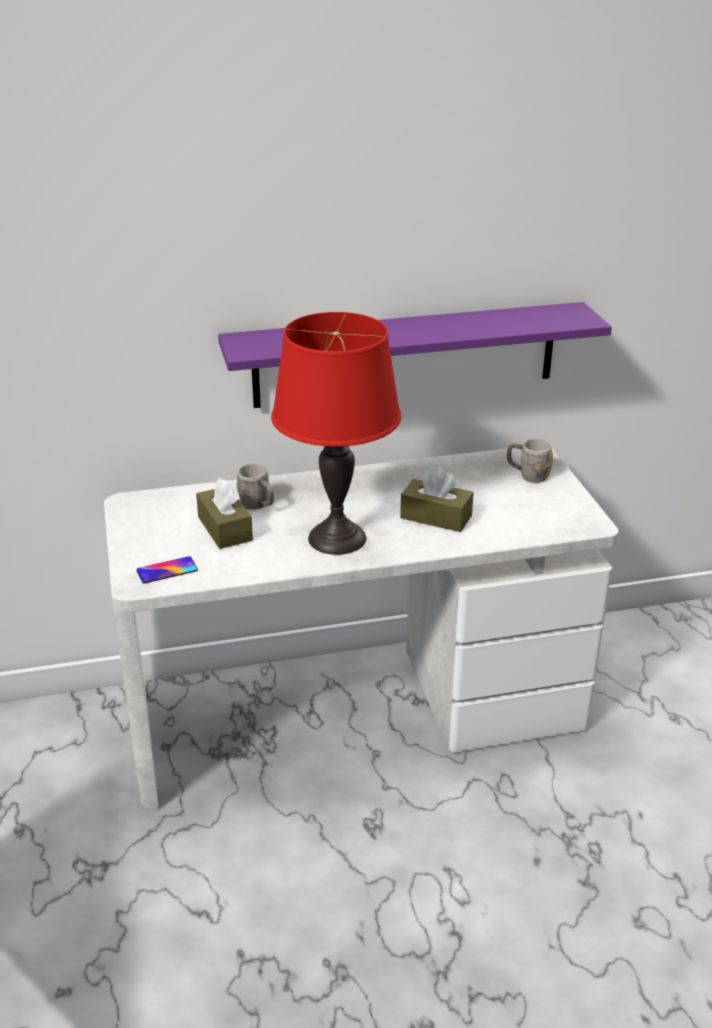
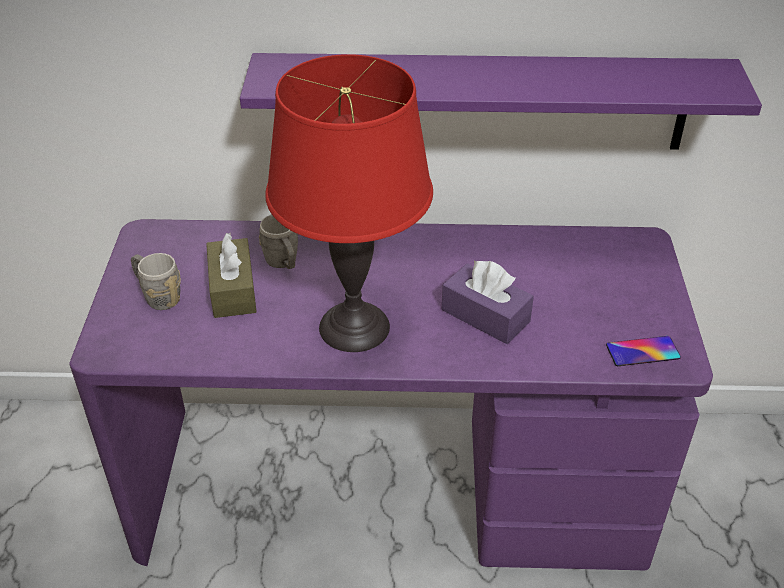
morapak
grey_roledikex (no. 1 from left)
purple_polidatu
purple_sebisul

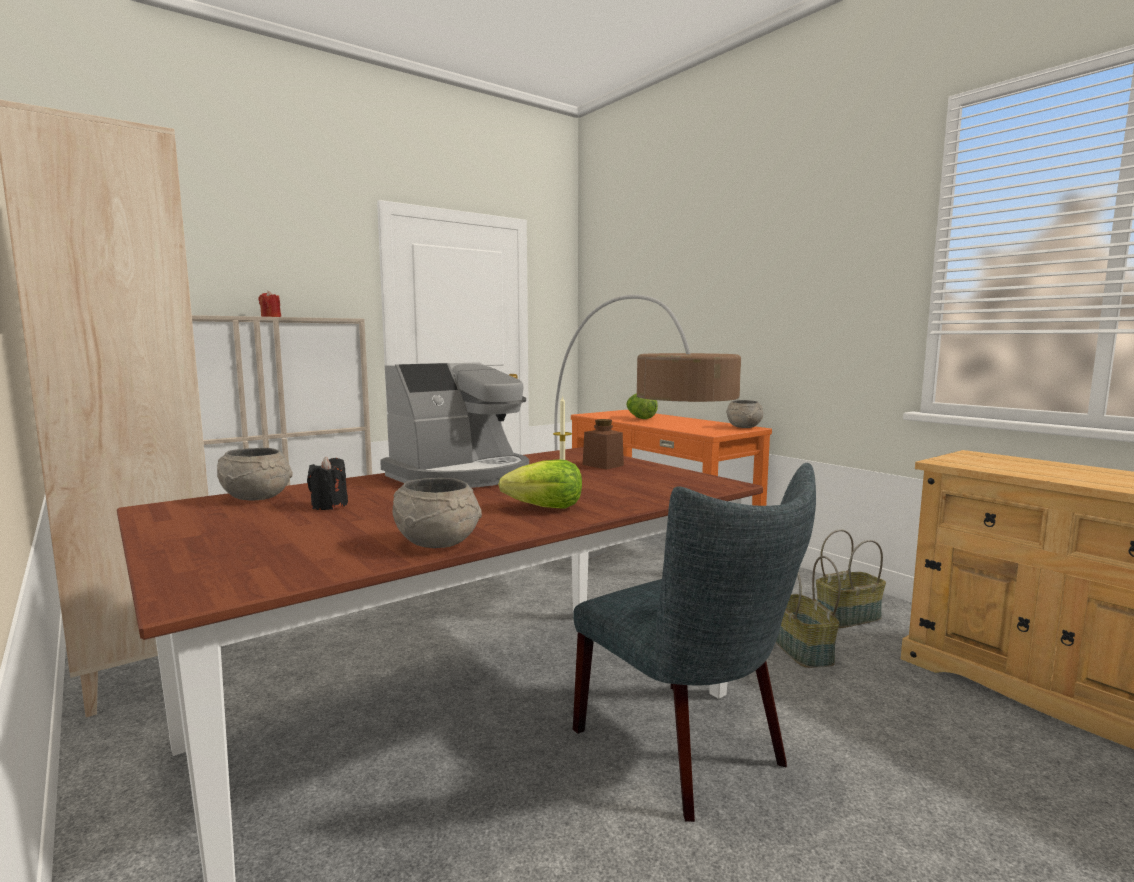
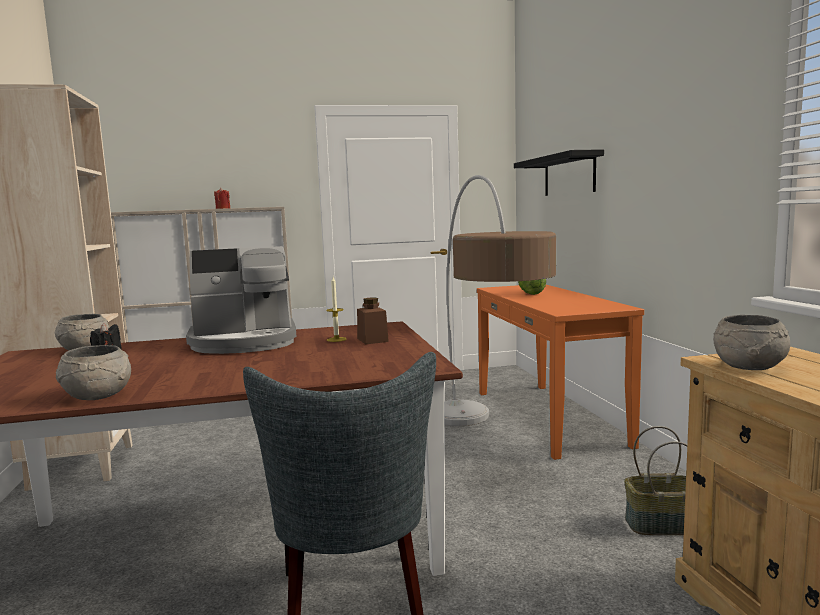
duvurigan (no. 1 from left in the first image)
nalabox (no. 1 from left in the first image)
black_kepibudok
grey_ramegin (no. 3 from left)

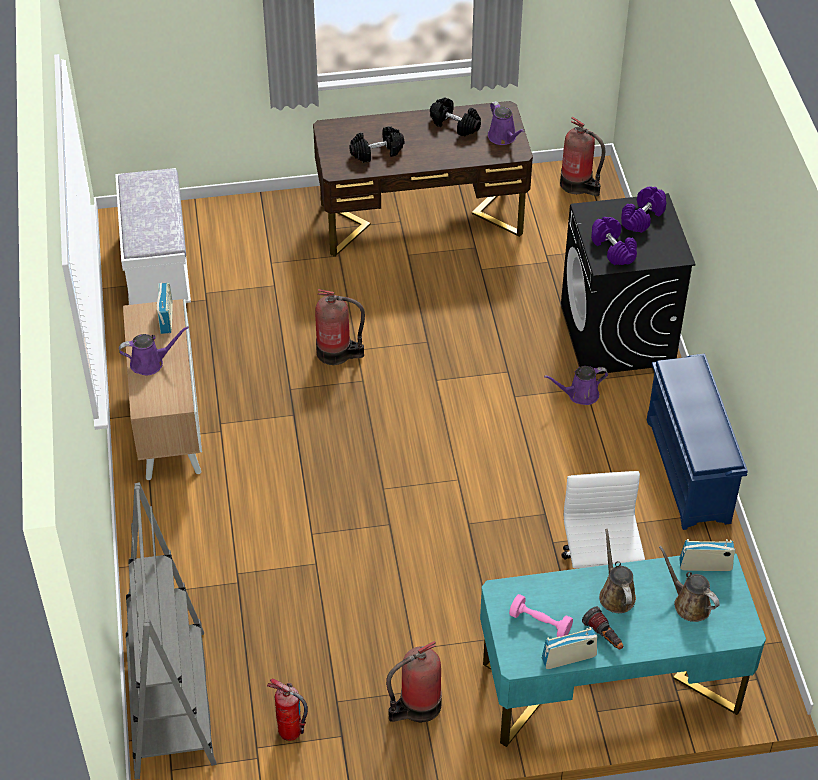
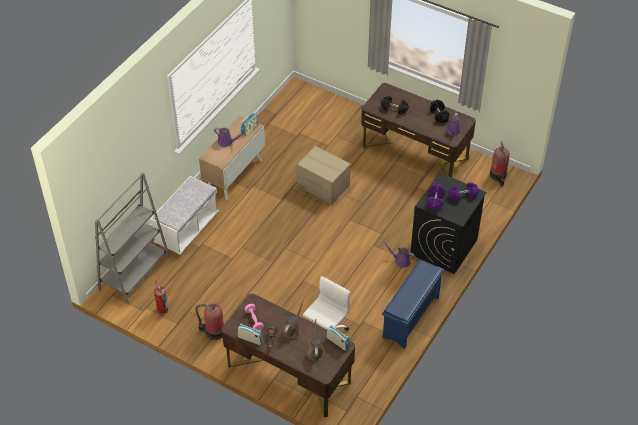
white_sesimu
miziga
brown_polidatu (no. 1 from left)

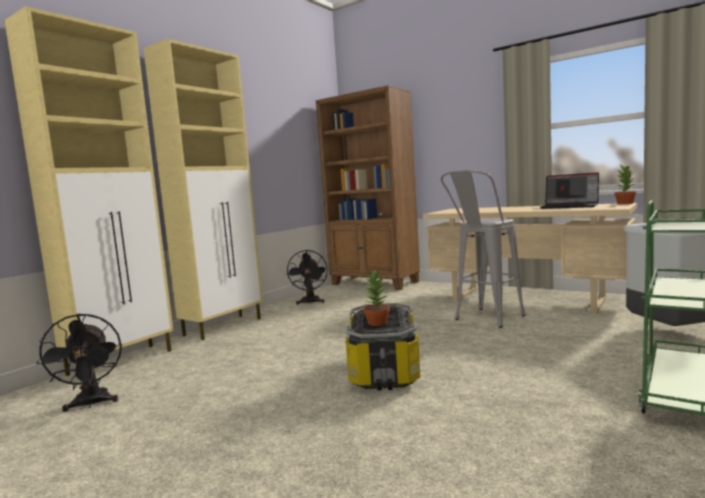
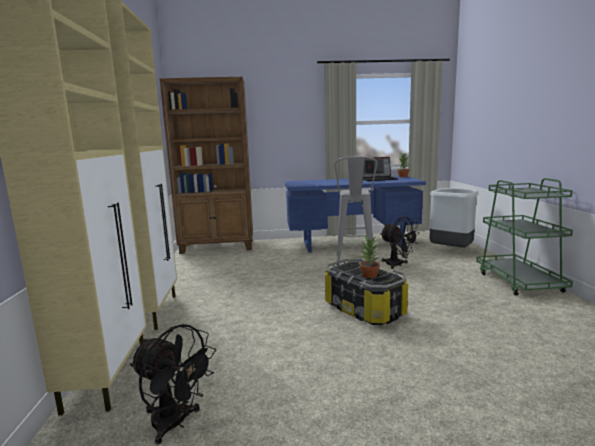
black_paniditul (no. 2 from left)
blue_polidatu

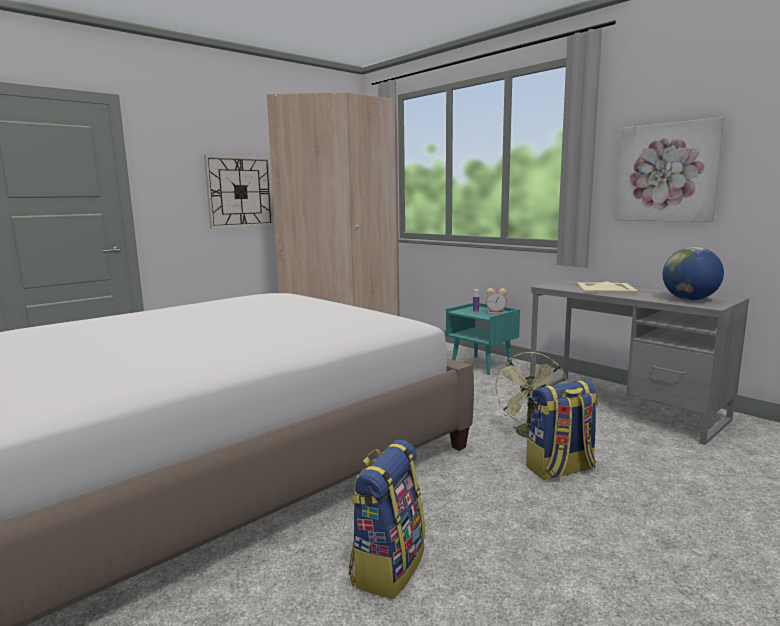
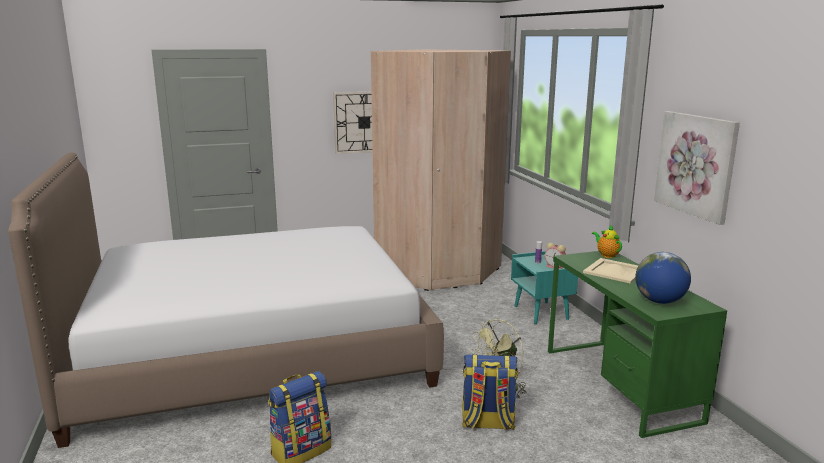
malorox
green_polidatu

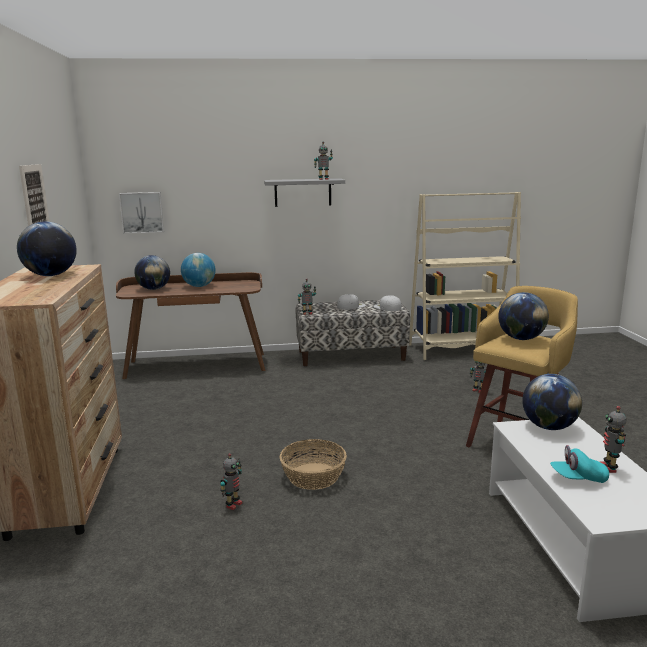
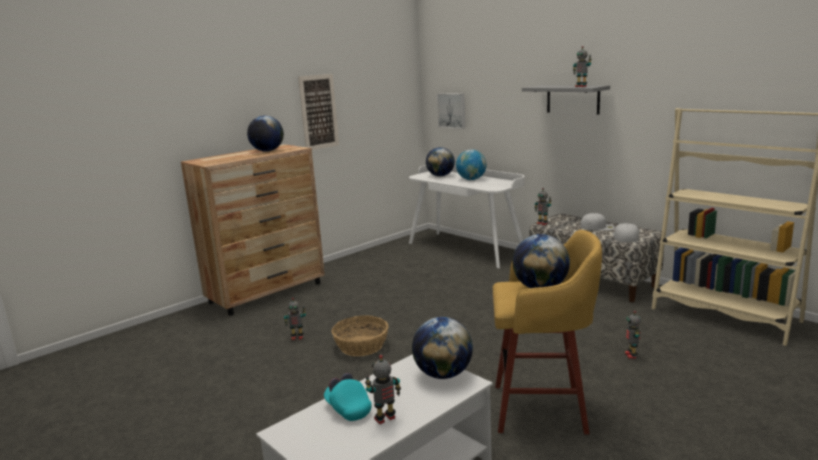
white_polidatu

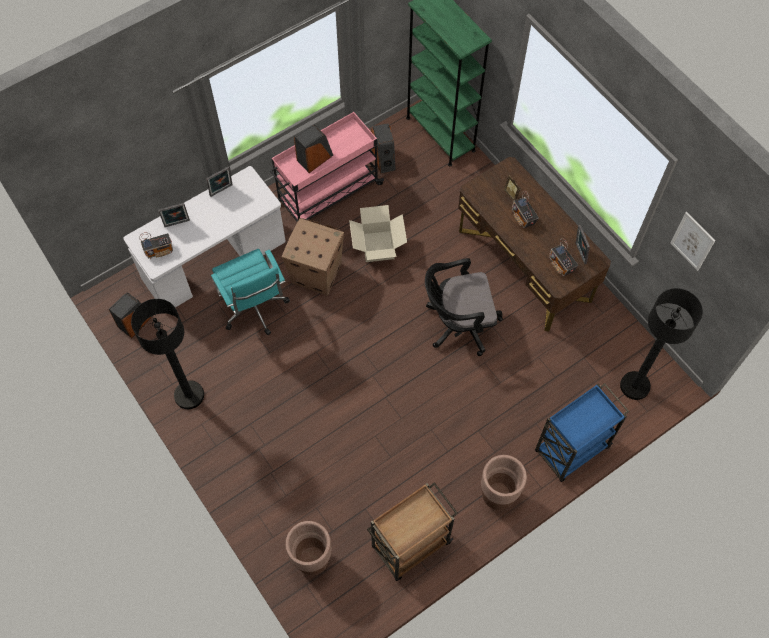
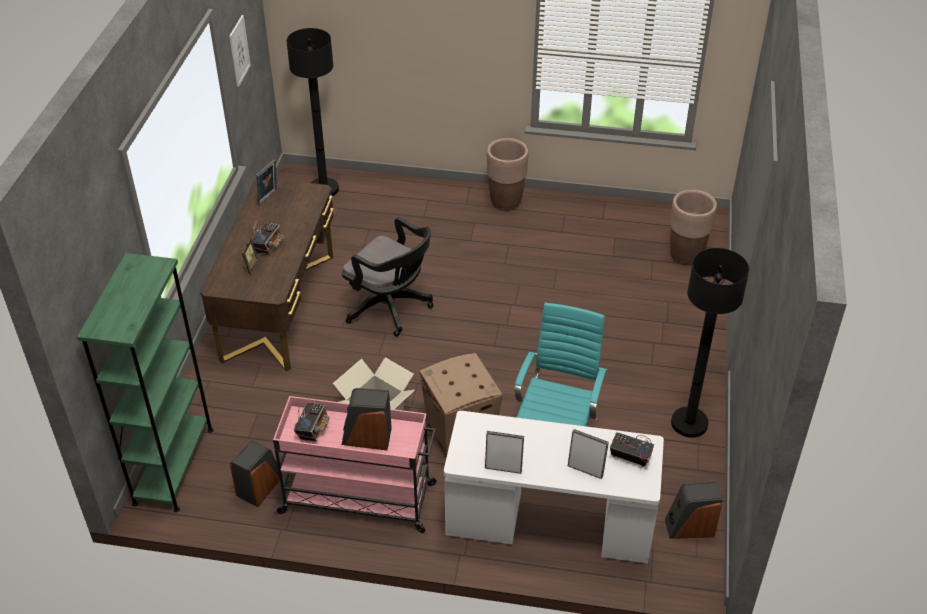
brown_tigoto
blue_tigoto
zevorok (no. 2 from left)

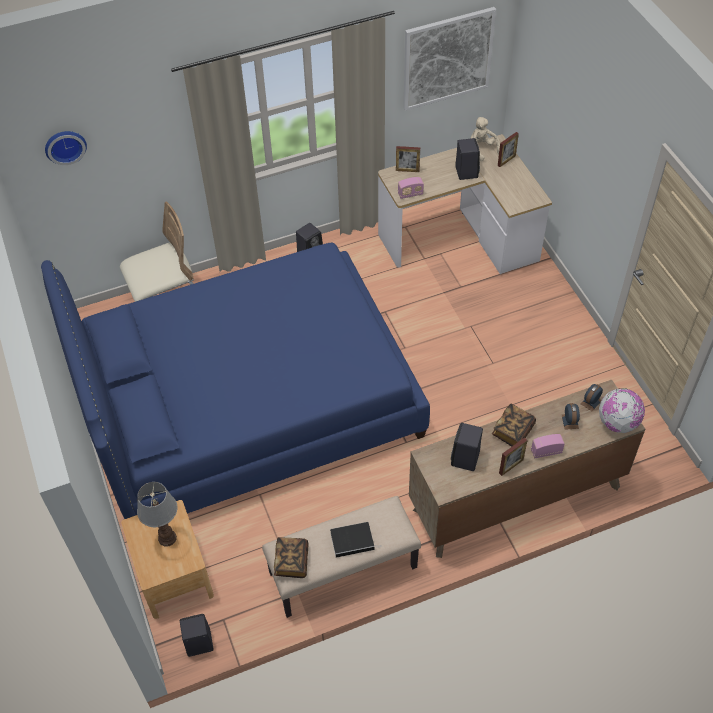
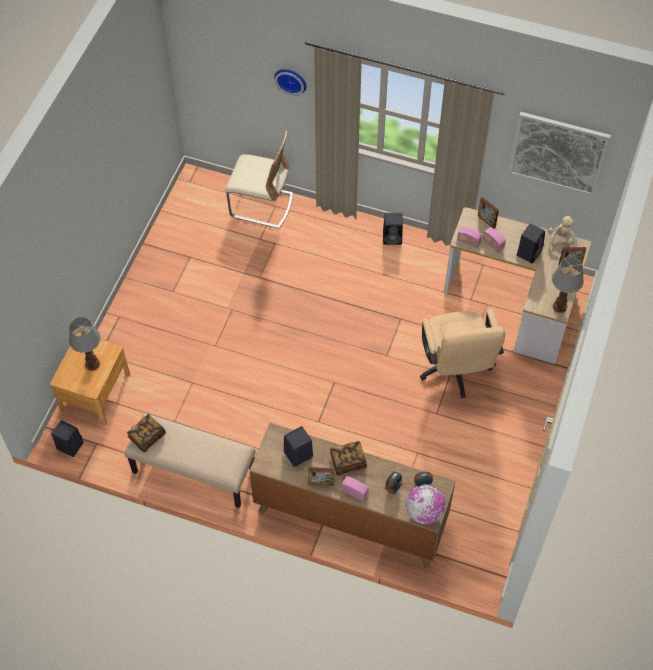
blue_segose
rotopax (no. 2 from left in the first image)
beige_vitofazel
zevorok (no. 3 from left)
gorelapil (no. 2 from left)
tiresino

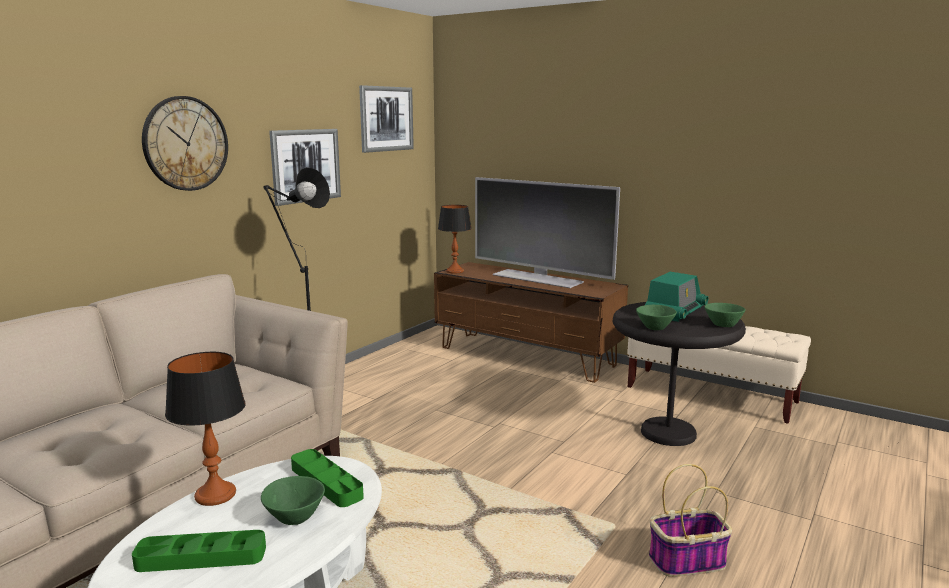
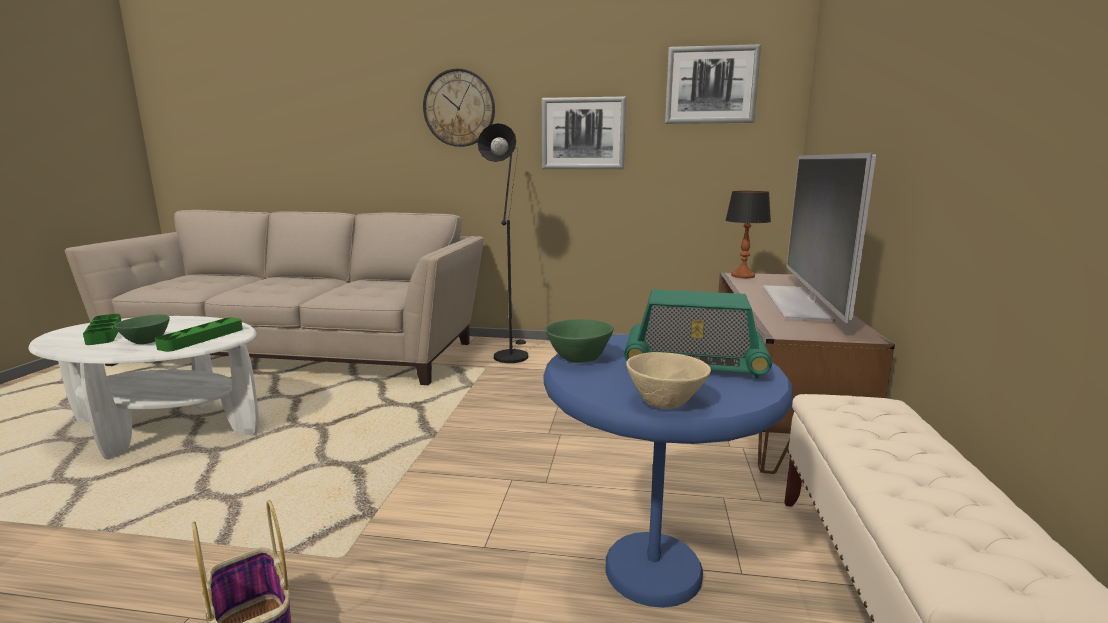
gorelapil (no. 1 from left in the first image)
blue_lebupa
beige_ramegin

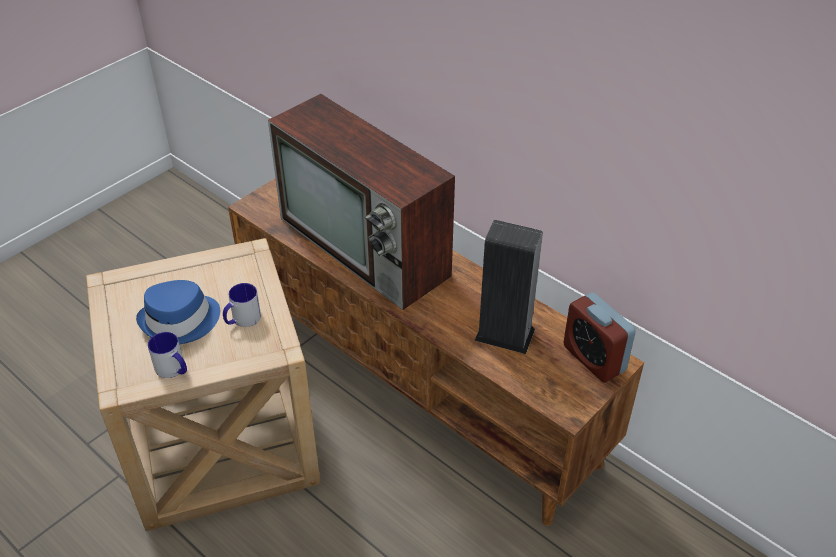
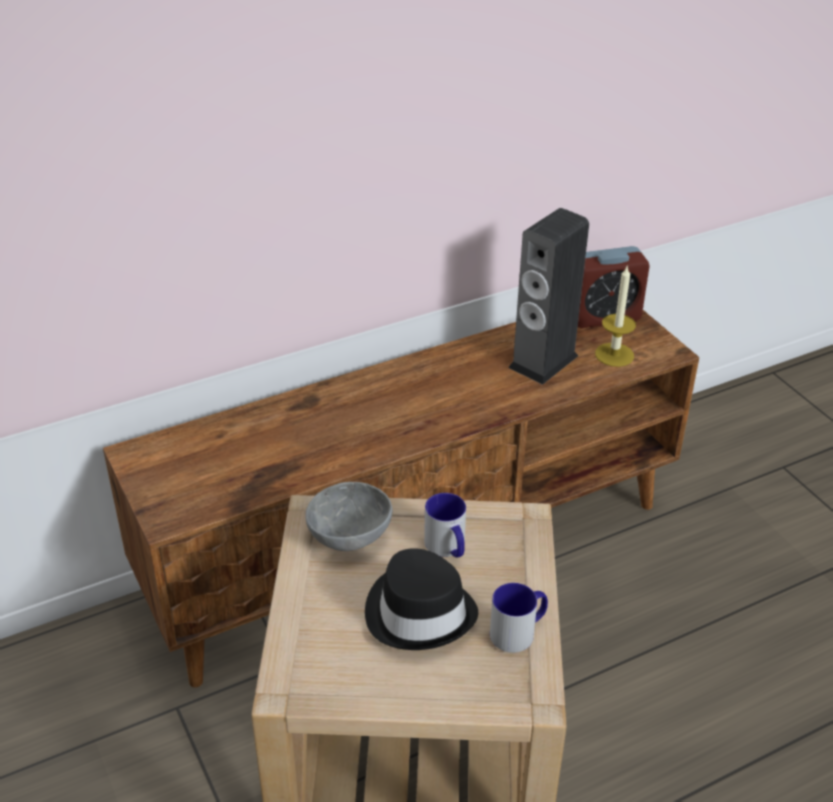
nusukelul
grey_ramegin
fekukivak
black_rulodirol

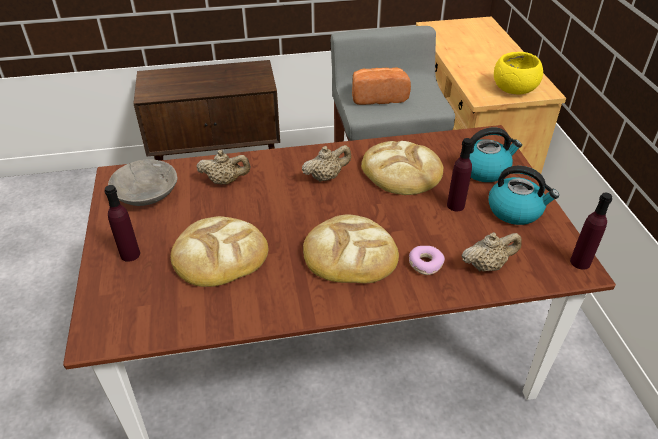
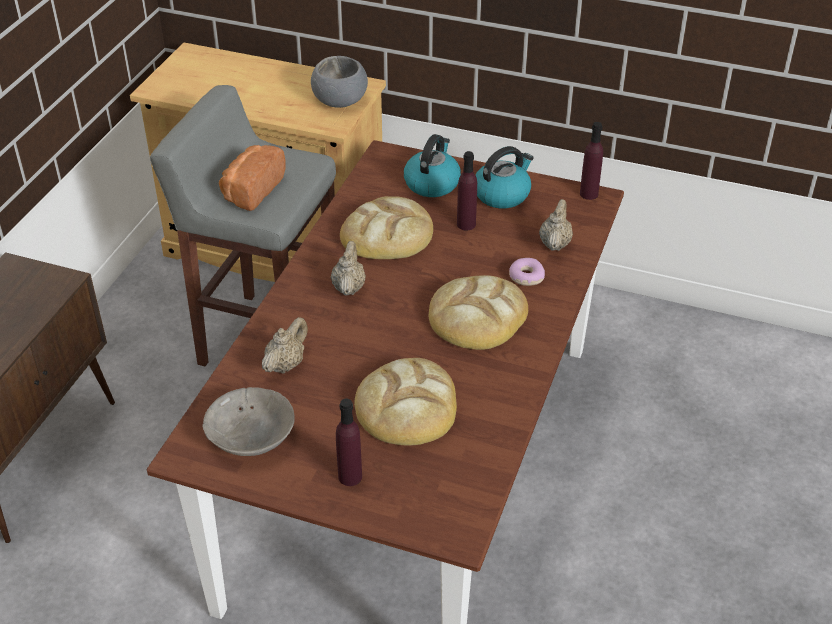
grey_ramegin (no. 2 from left)

